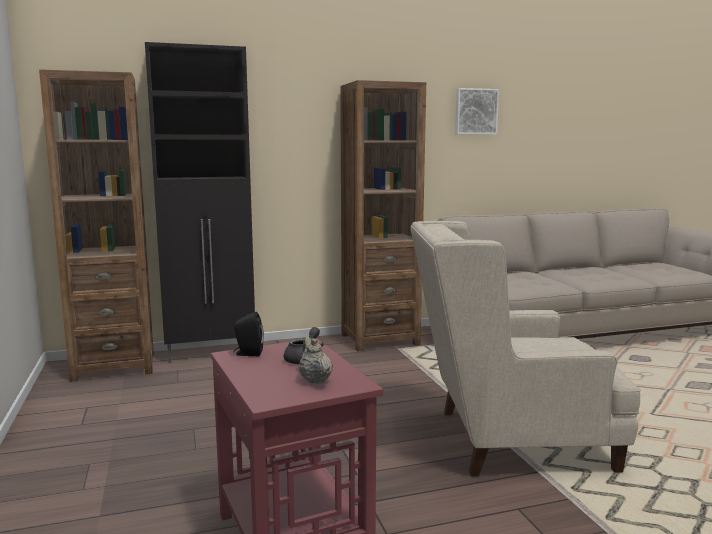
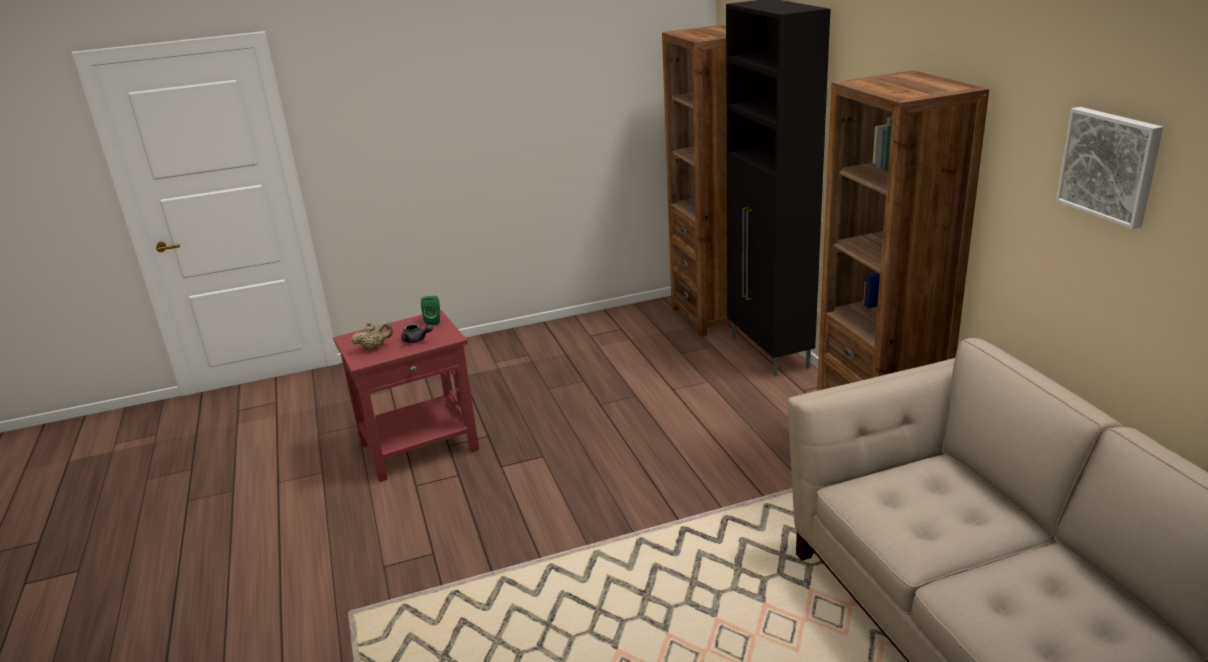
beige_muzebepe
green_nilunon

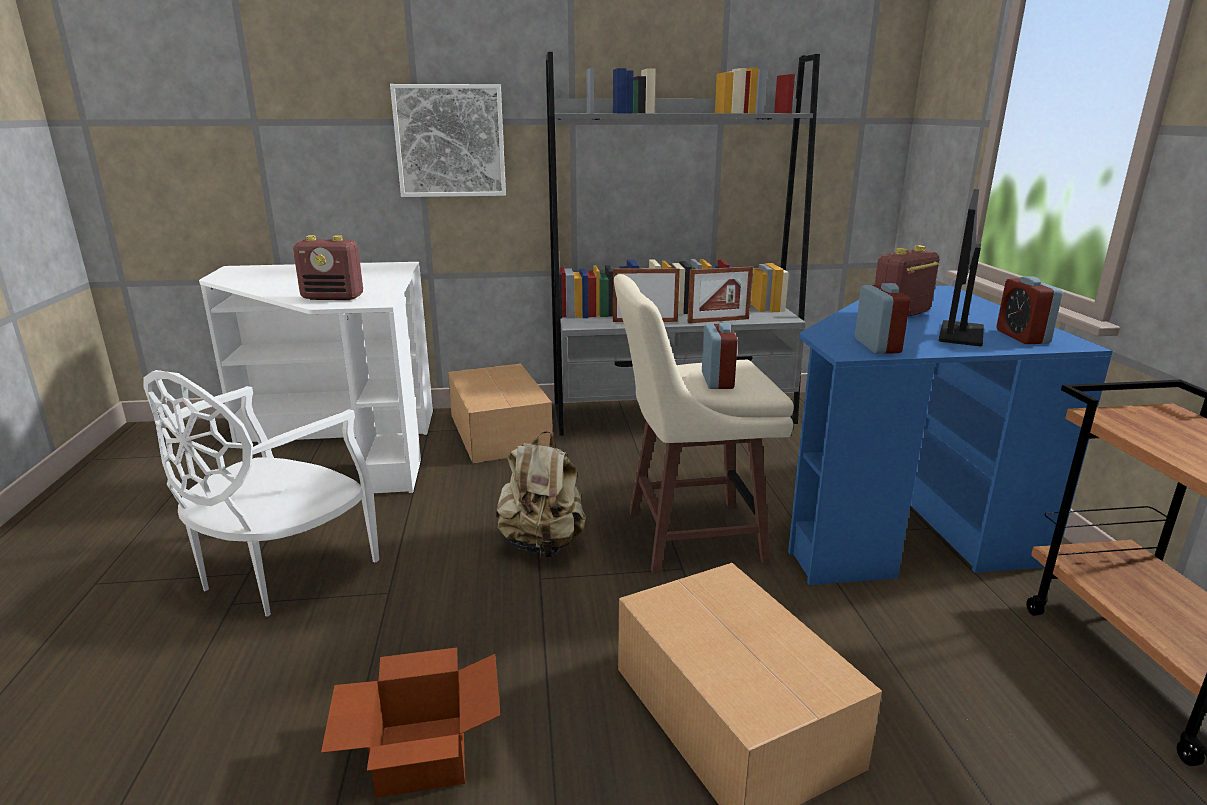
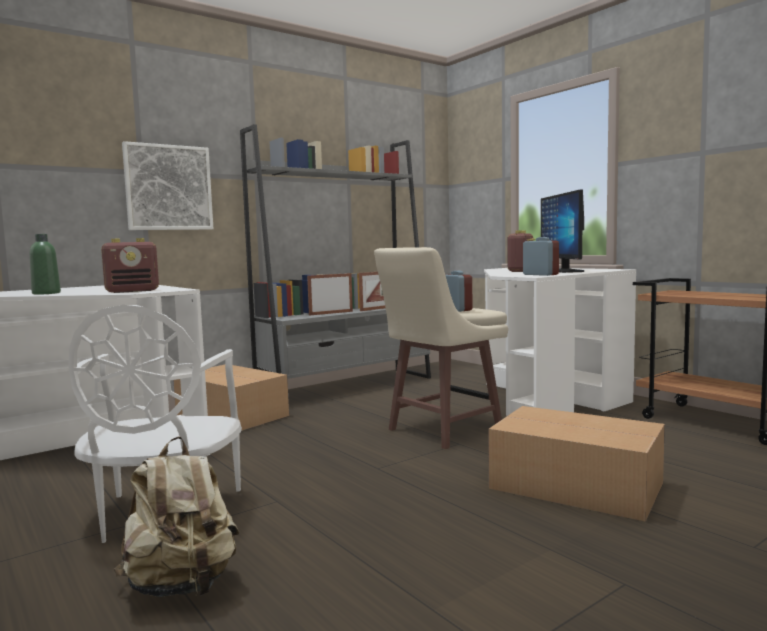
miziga (no. 1 from left in the first image)
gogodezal (no. 3 from left in the first image)
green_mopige
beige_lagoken
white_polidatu (no. 2 from left)

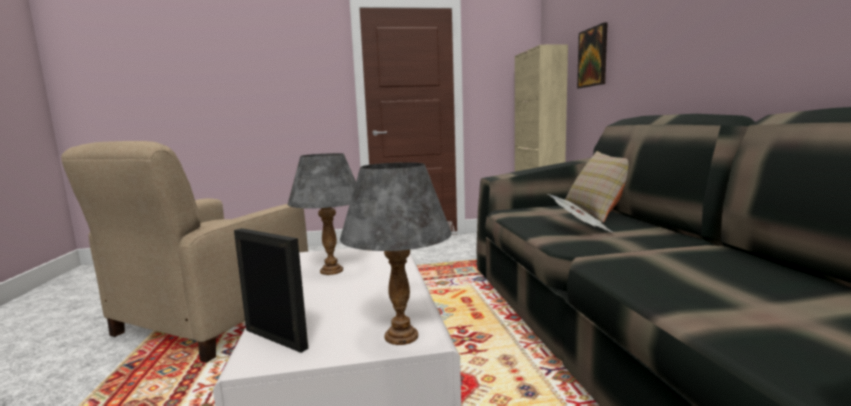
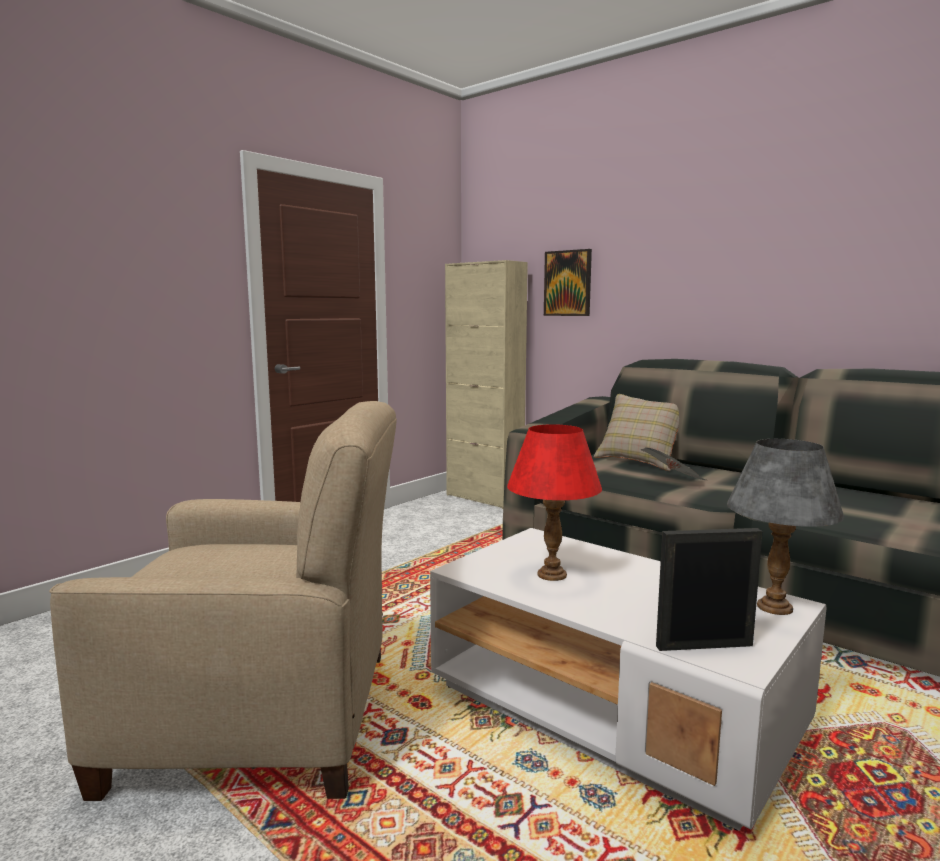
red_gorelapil
beige_muzebepe

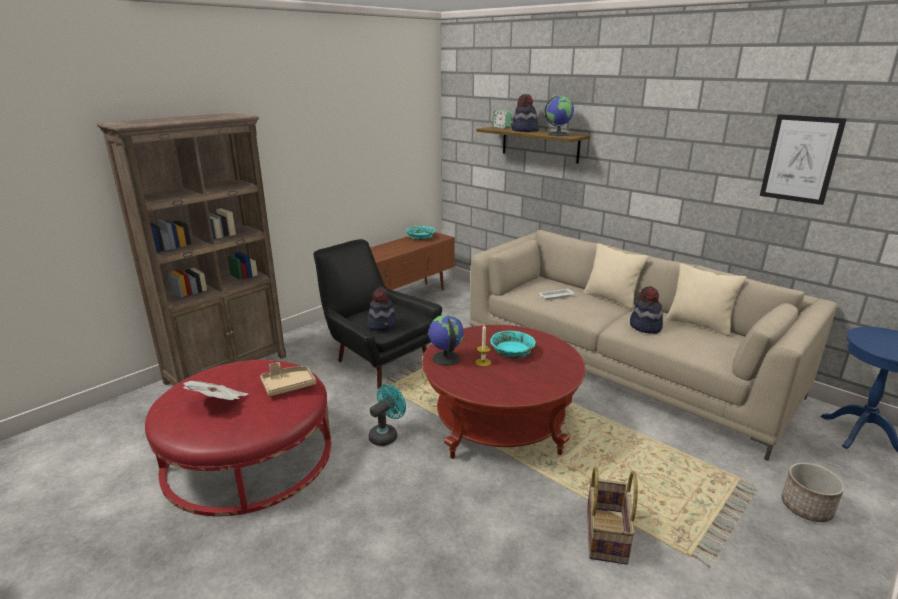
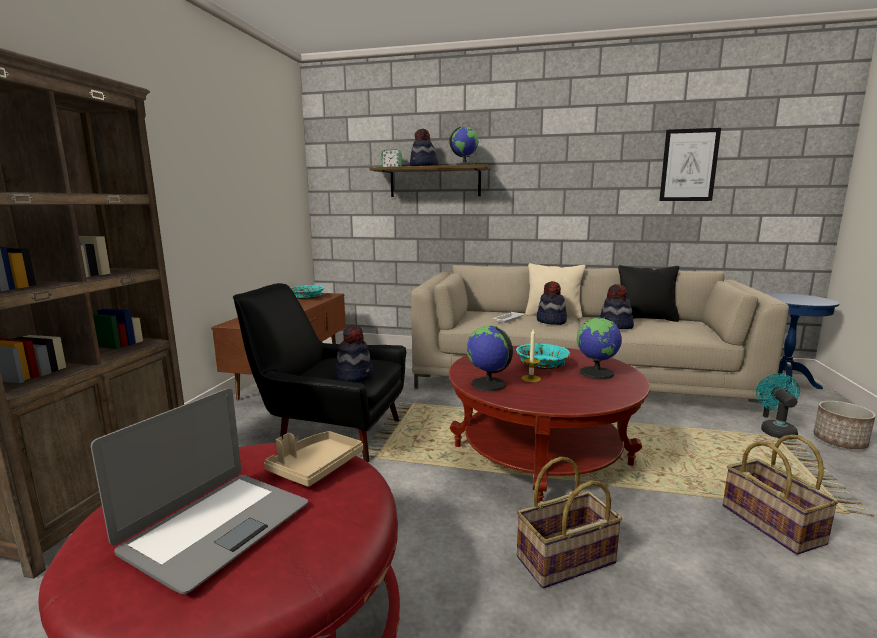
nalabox (no. 1 from left)
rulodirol (no. 3 from left)
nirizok (no. 3 from left)
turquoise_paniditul
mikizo
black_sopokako

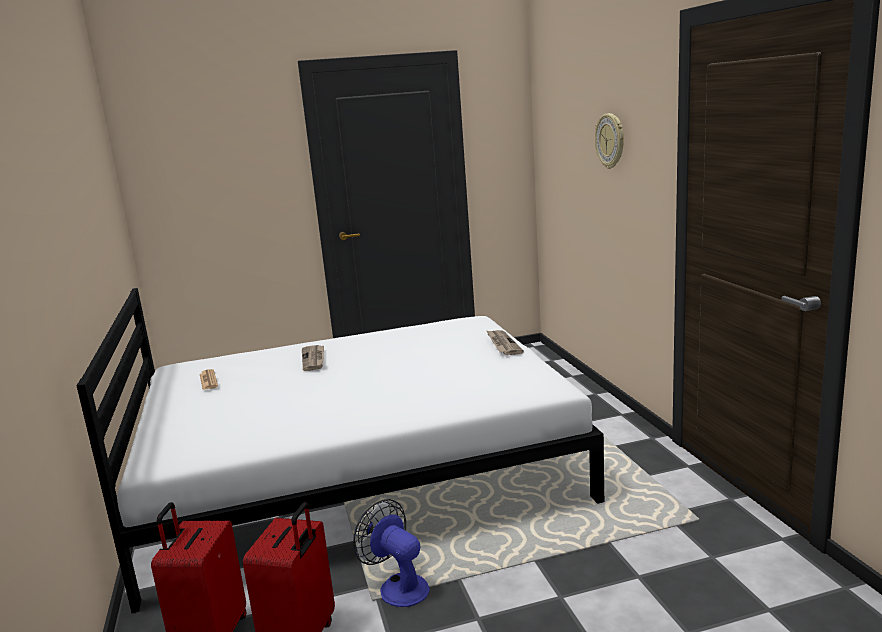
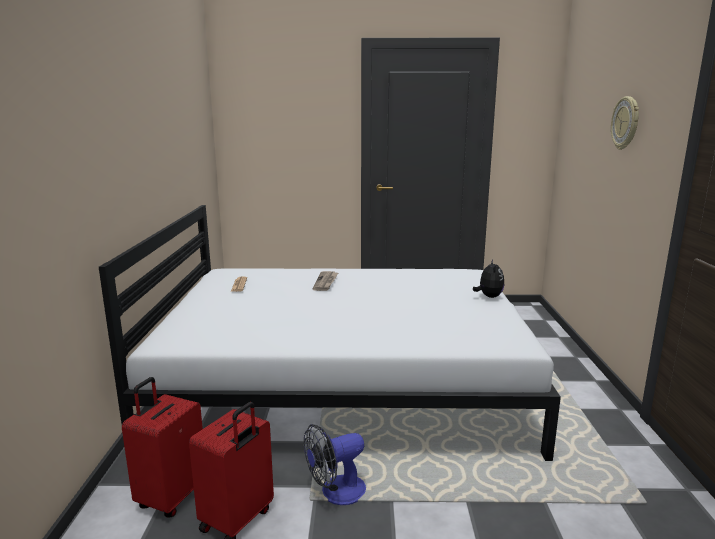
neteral
paniditul

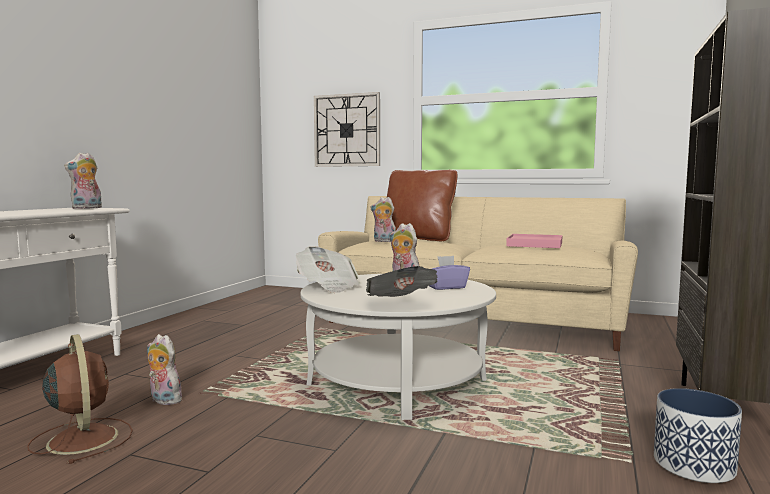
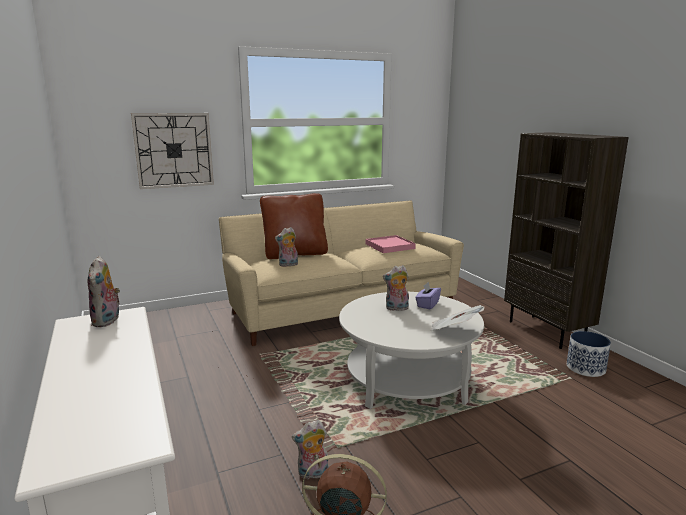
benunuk (no. 1 from left in the first image)

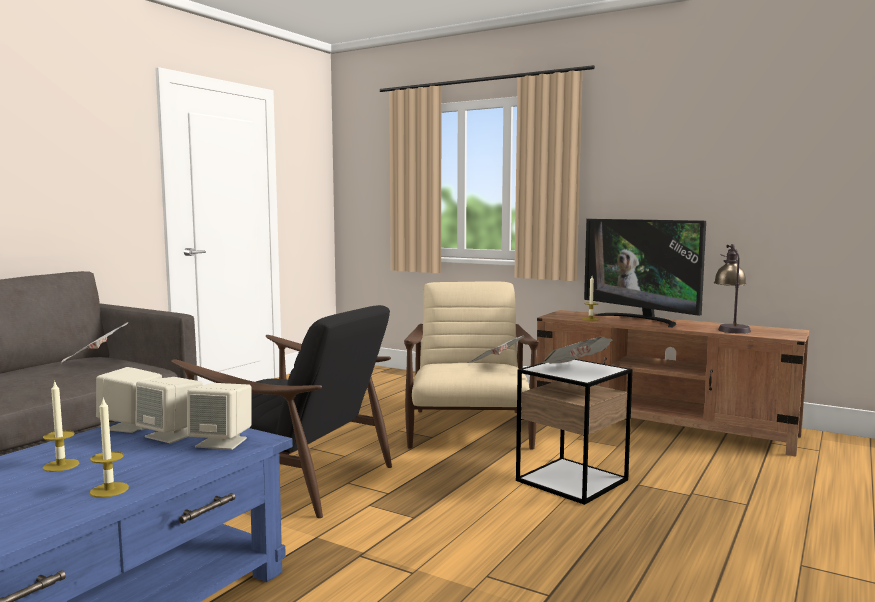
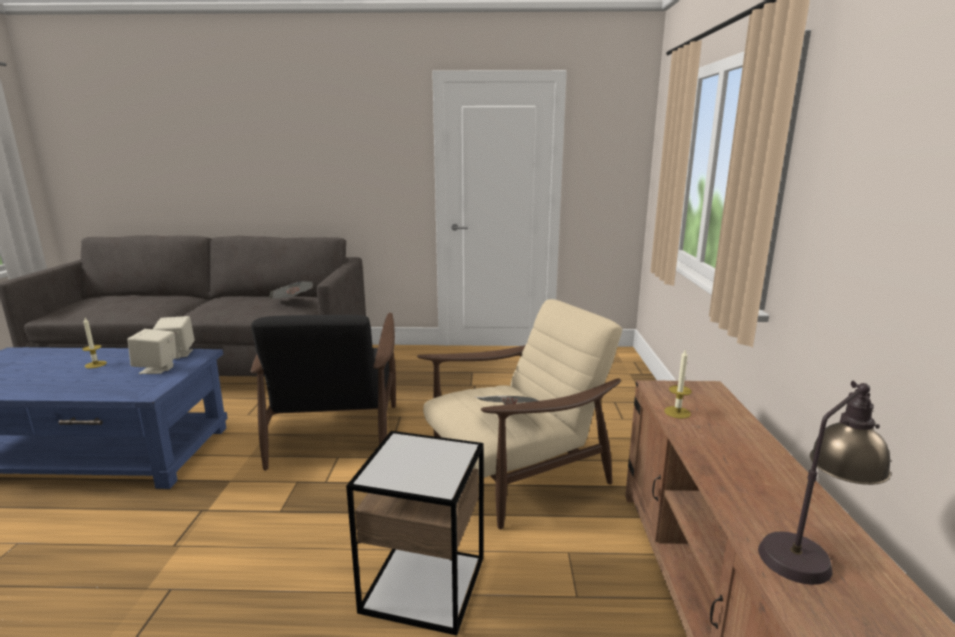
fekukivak (no. 2 from left in the first image)
beige_nilunon (no. 3 from left in the first image)
benunuk (no. 3 from left in the first image)
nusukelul

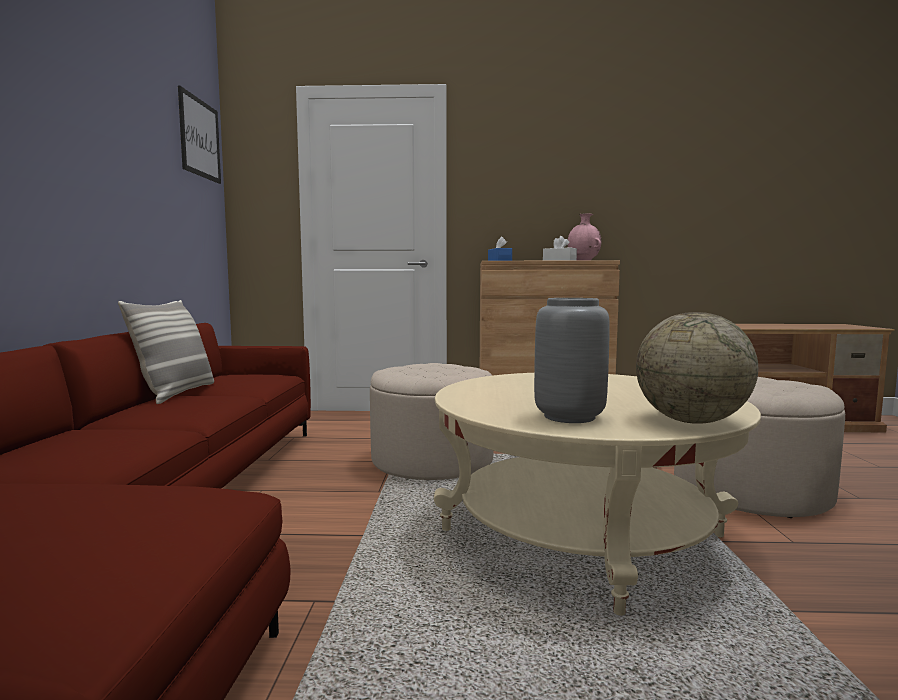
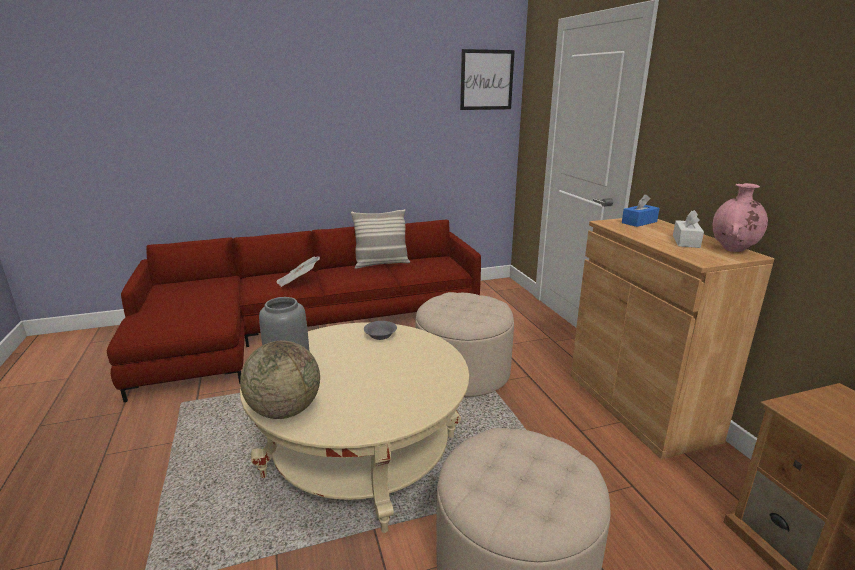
benunuk
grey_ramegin

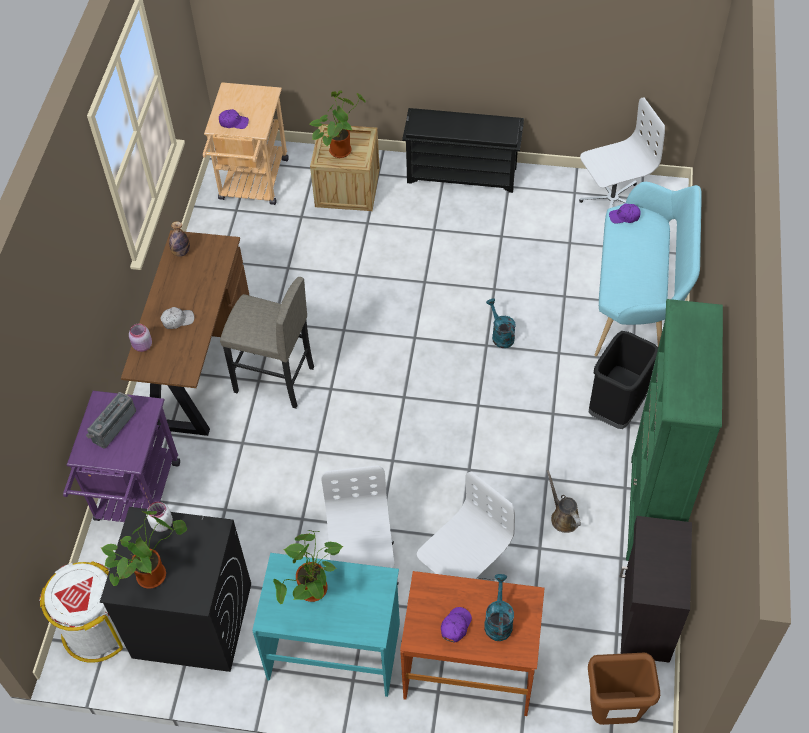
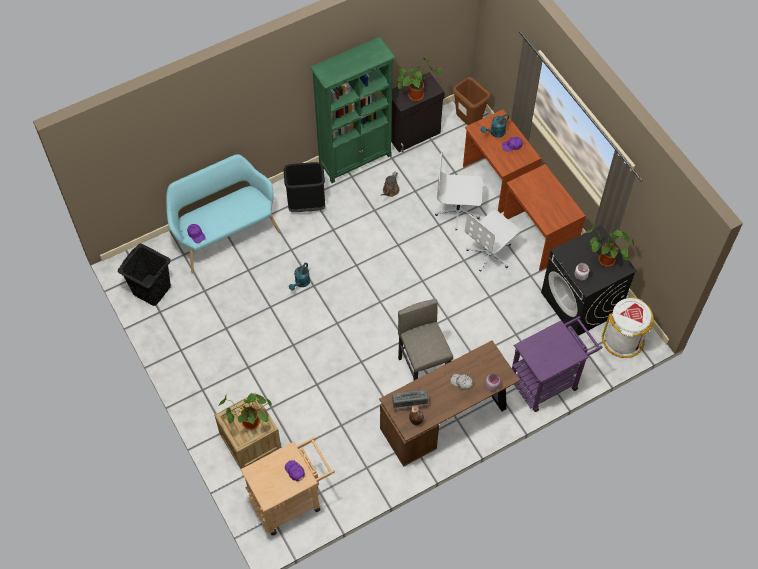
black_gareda
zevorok
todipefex (no. 2 from left)
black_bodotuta
brown_polidatu (no. 3 from left)

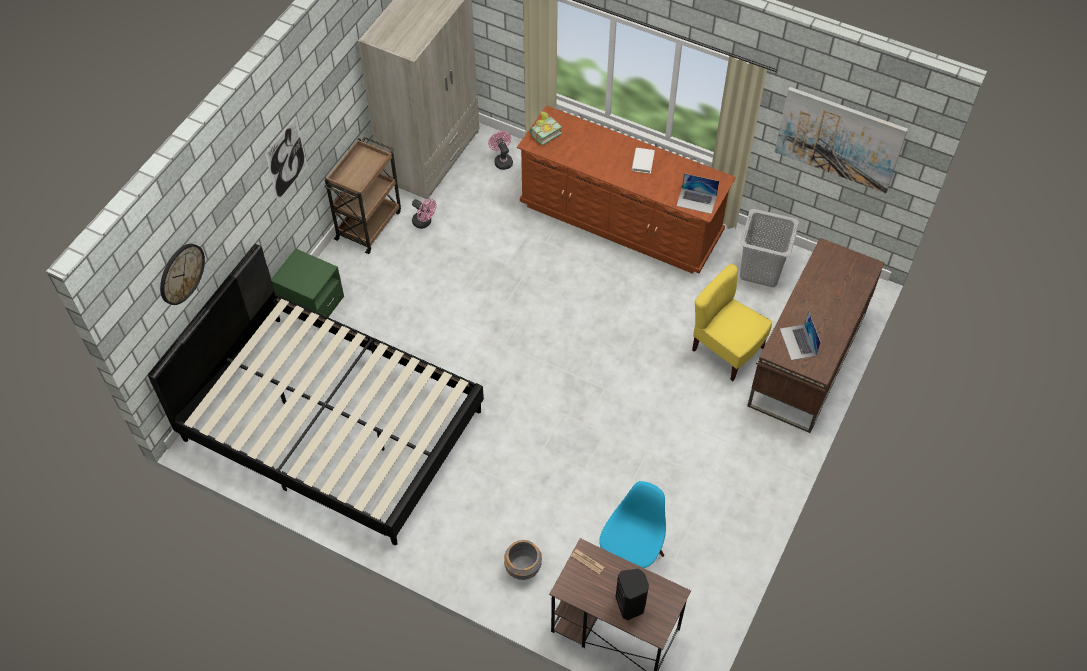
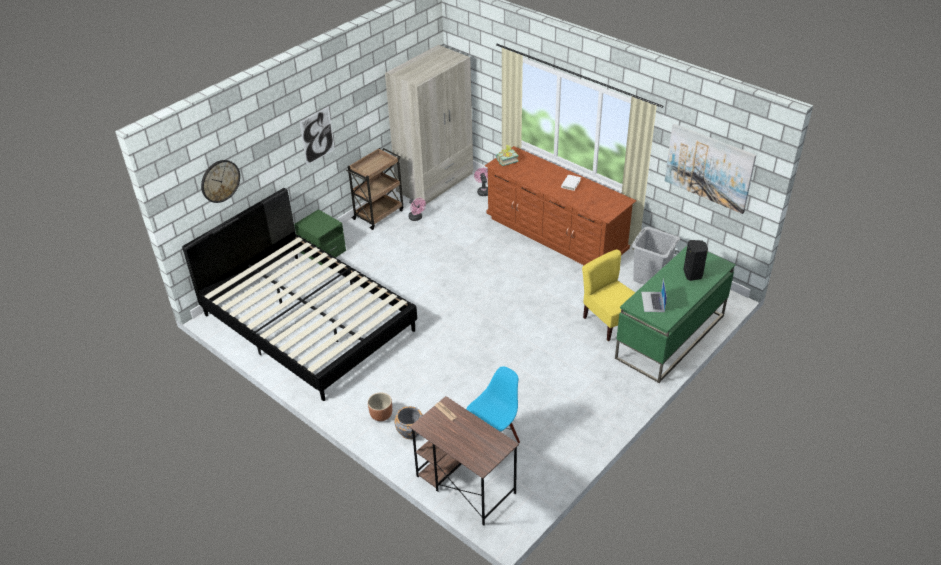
mikizo (no. 1 from left in the first image)
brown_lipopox
black_nilunon
green_polidatu

